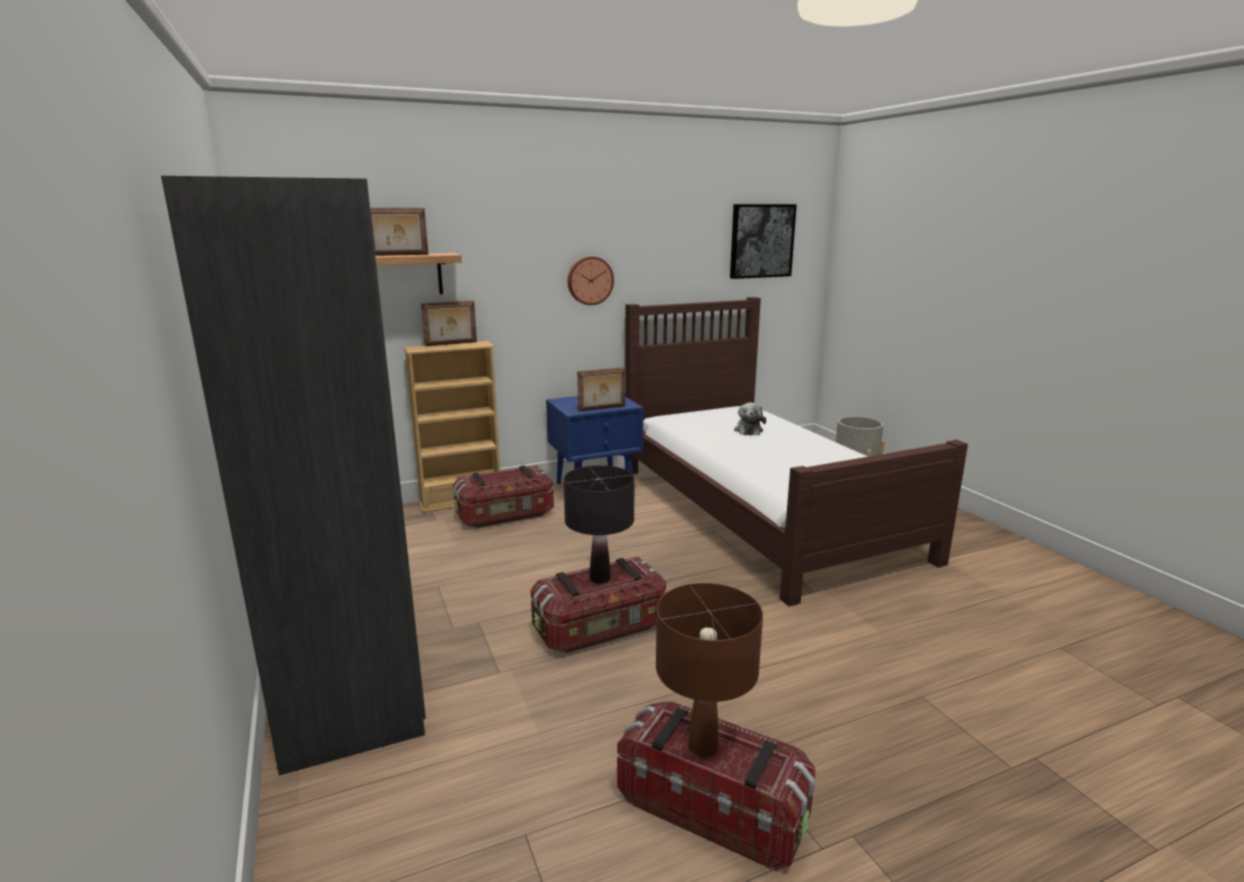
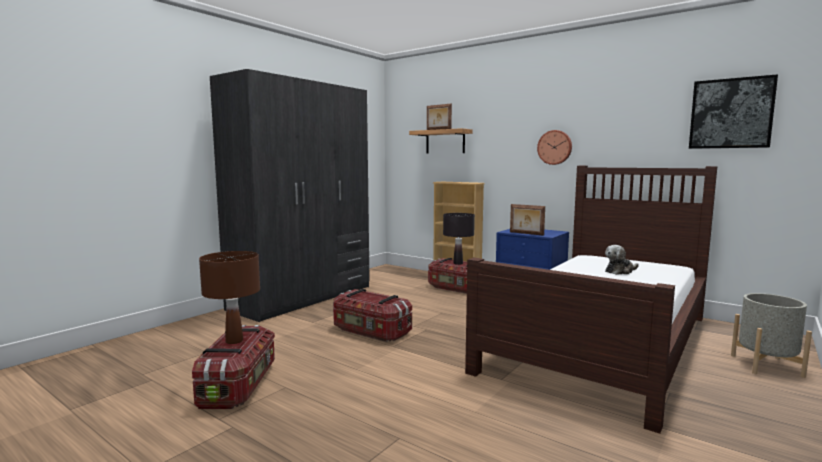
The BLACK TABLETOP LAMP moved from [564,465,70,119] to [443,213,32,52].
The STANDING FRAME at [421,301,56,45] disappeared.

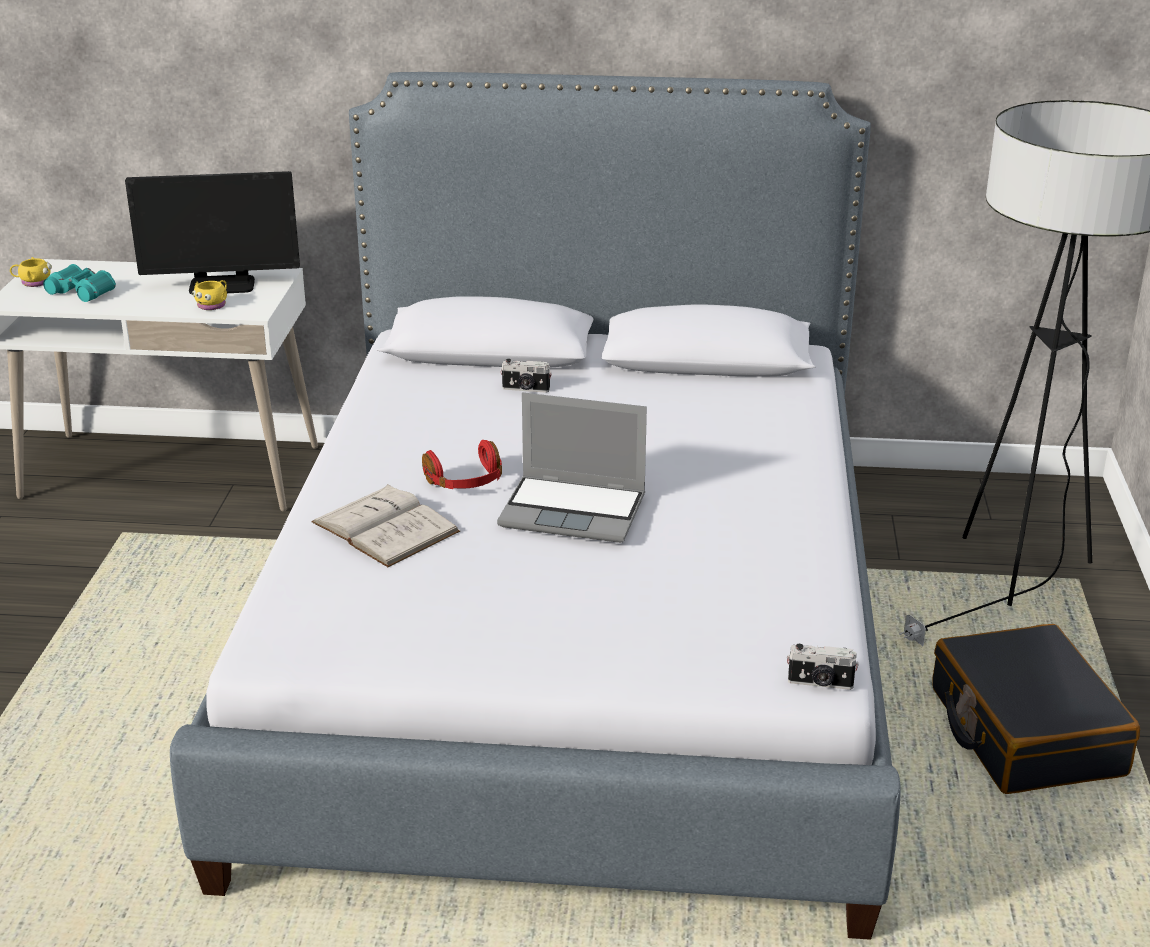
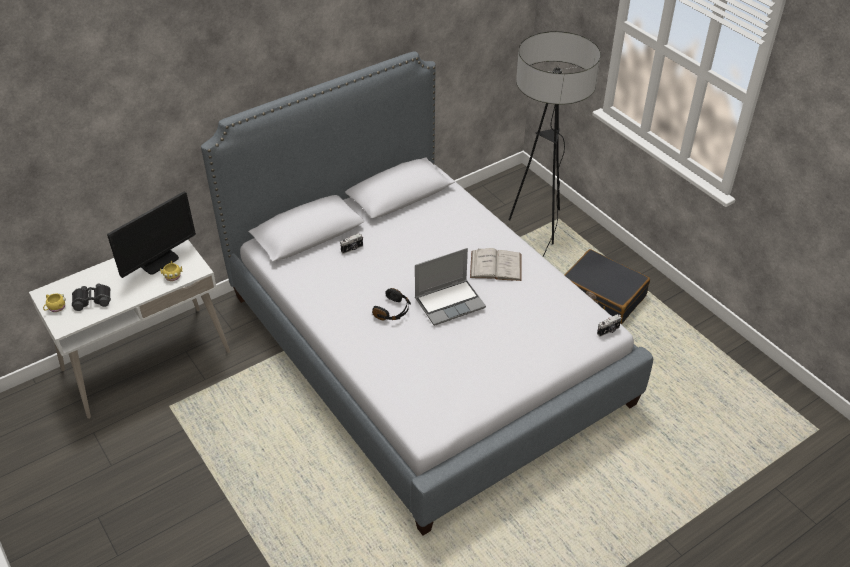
The TURQUOISE-COLOURED BINOCULARS at [43,264,73,38] became the BLACK BINOCULARS at [72,284,39,27].
The RED HEADSET at [422,440,80,49] became the BLACK HEADSET at [372,288,39,32].
The WHITISH BOOK moved from [311,484,149,83] to [470,248,51,33].

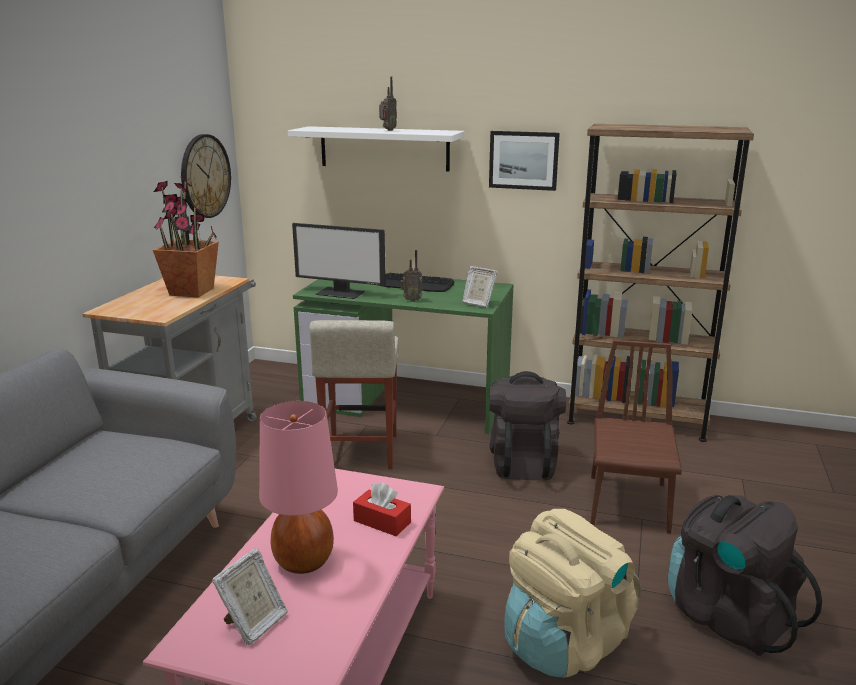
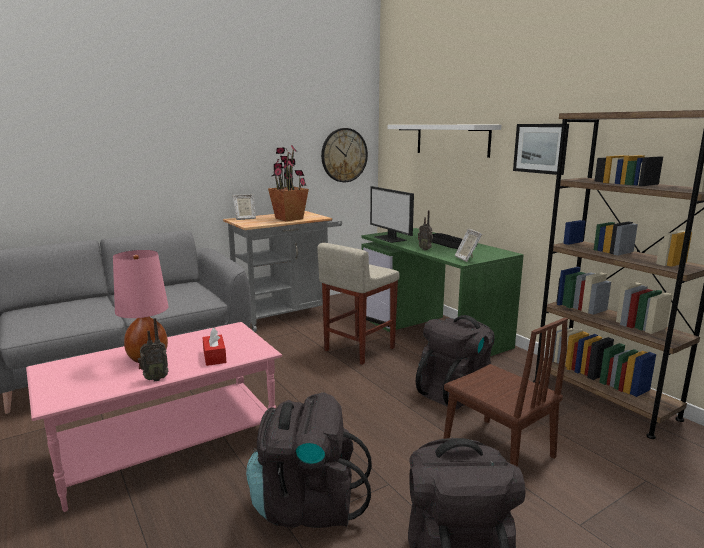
The RADIO moved from [379,77,18,54] to [138,318,30,64].
The STANDING FRAME moved from [212,548,76,97] to [232,194,24,26].
The BEIGE-COLOURED BACKPACK at [504,509,137,169] became the BLACK BACKPACK at [246,392,126,136].
The BROWN-COLOURED UPRIGHT CHAIR at [590,340,92,194] turned 90 degrees clockwise.

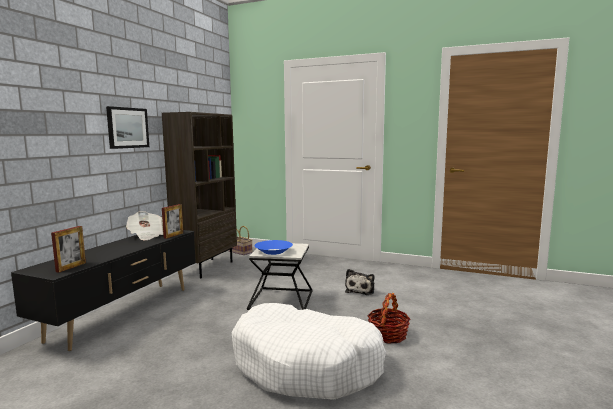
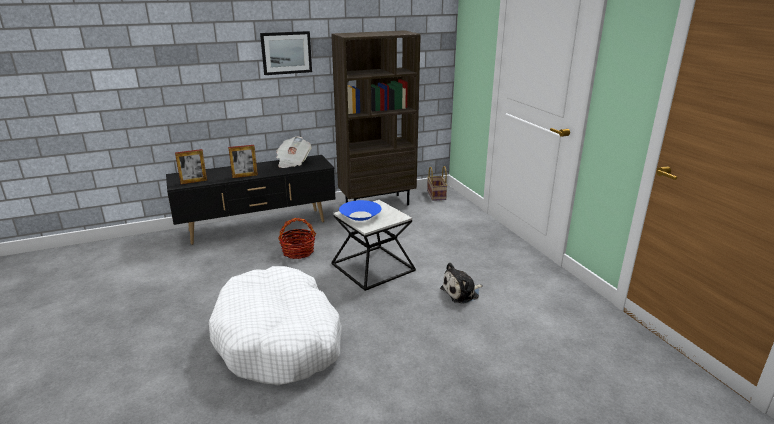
The STANDING FRAME moved from [162,204,21,35] to [228,145,30,33].
The HOUSEHOLD BASKET moved from [367,293,44,50] to [278,218,38,41].

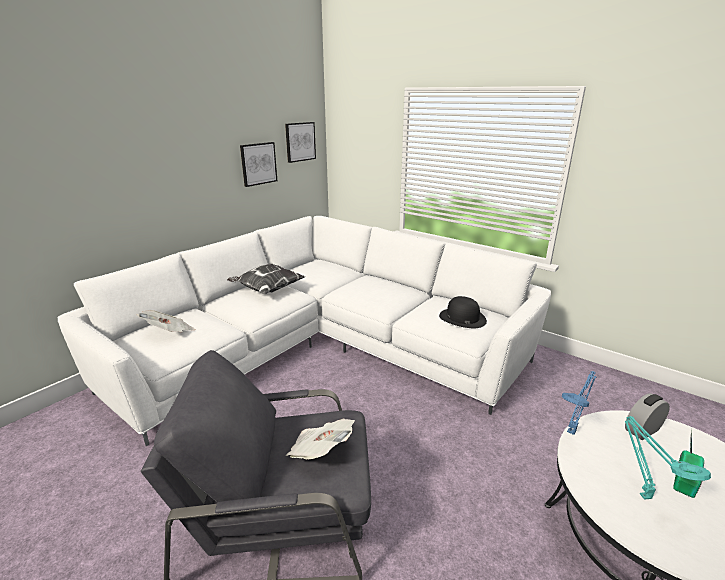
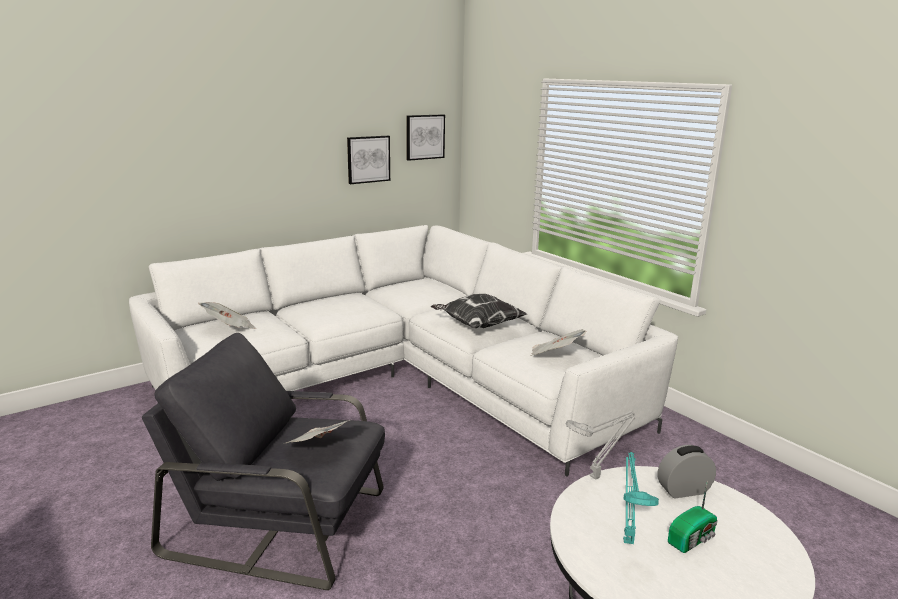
The CUSHION moved from [227,264,78,30] to [431,294,96,34].
The BLACK CLOTHING HAT at [439,296,48,32] was replaced by the PRINTED PAPER at [531,329,55,27].
The BLUE TABLETOP LAMP at [562,371,34,64] became the GRAY TABLETOP LAMP at [565,411,71,69].

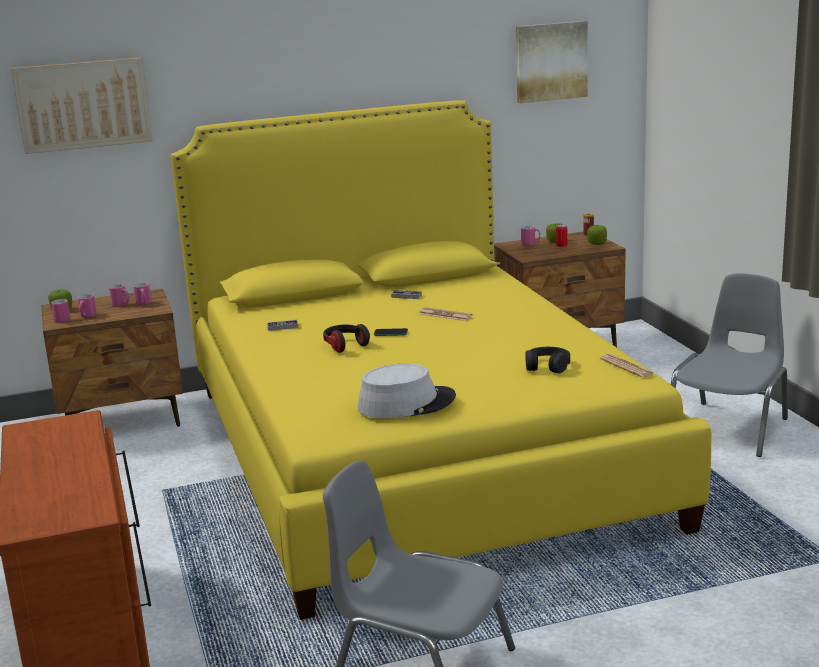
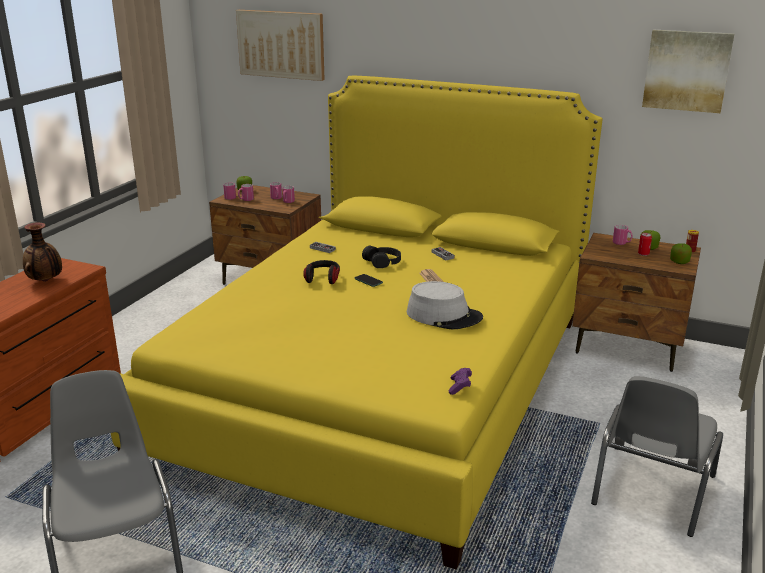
The VASE at [23,223,39,59] appeared.
The BLACK HEADSET moved from [525,347,45,26] to [362,246,39,22].
The GRAY CLOTHING HAT moved from [358,364,98,54] to [407,281,76,49].
The PRINTED PAPER at [600,354,55,24] was replaced by the PURPLE-COLOURED JOYPAD at [449,368,23,27].
The GRAY UPRIGHT CHAIR at [671,273,117,184] turned 135 degrees clockwise.

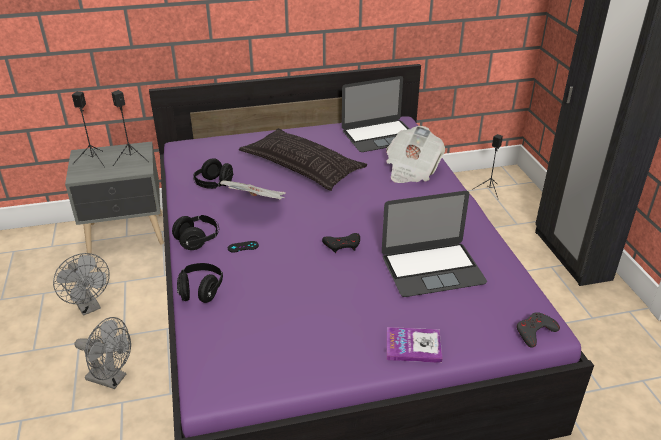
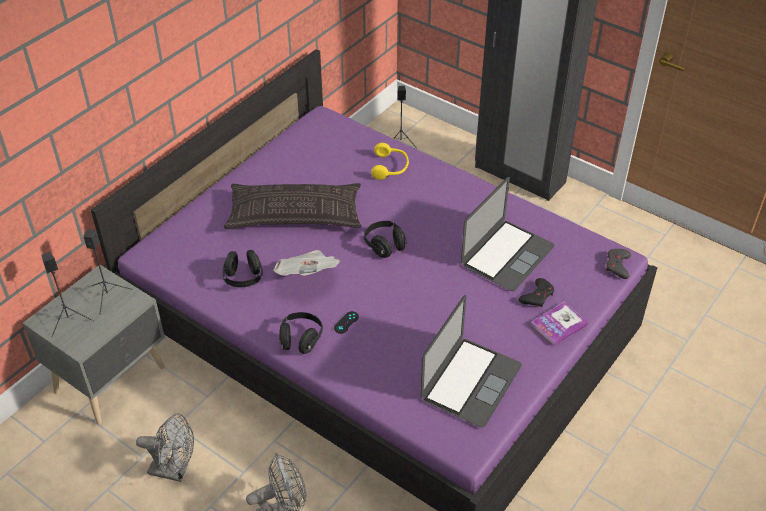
The BLACK HEADSET moved from [177,263,46,40] to [364,221,43,37].
The PRINTED PAPER at [386,126,59,57] was replaced by the YELLOW HEADSET at [371,143,38,37].
The PORTABLE COMPUTER moved from [342,76,67,76] to [420,295,102,132].
The BLACK JOYPAD moved from [322,233,38,20] to [519,278,35,29].

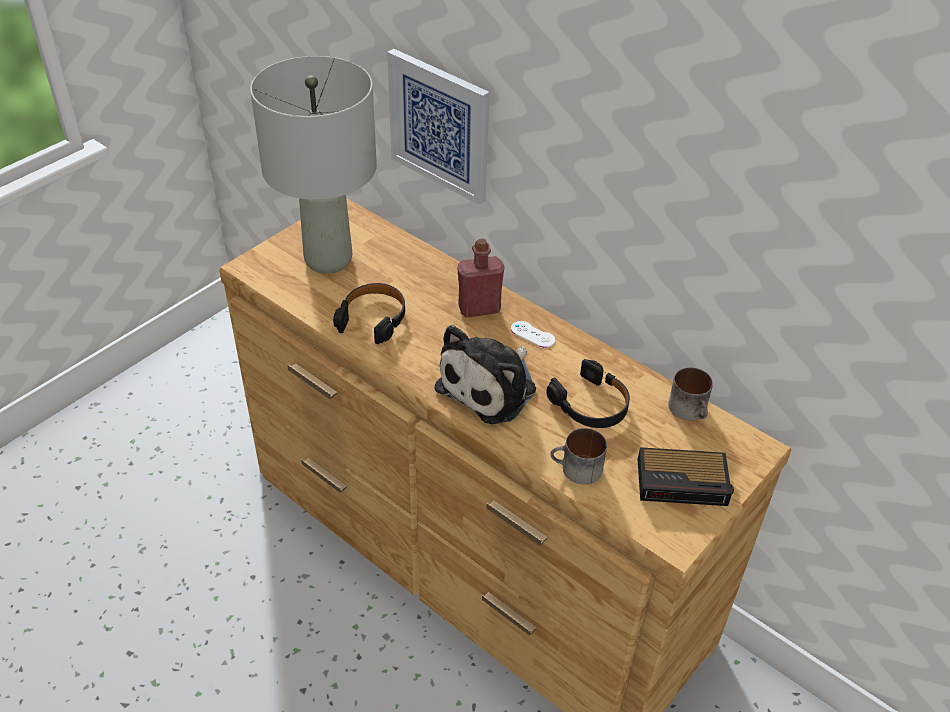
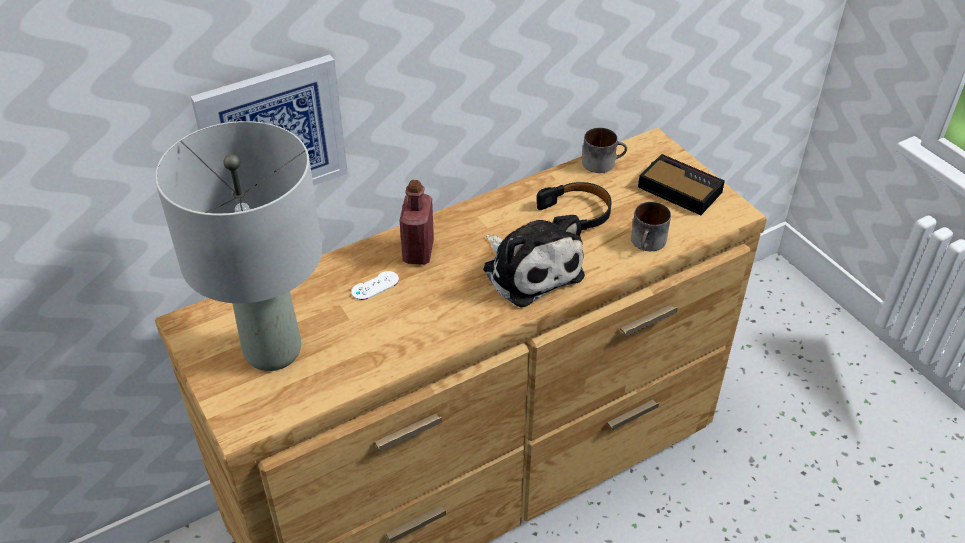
The WHITISH JOYPAD moved from [511,321,44,27] to [351,271,48,29].
The TABLE CLOCK at [638,447,96,59] turned 75 degrees counterclockwise.
The BLACK HEADSET at [333,283,72,61] disappeared.

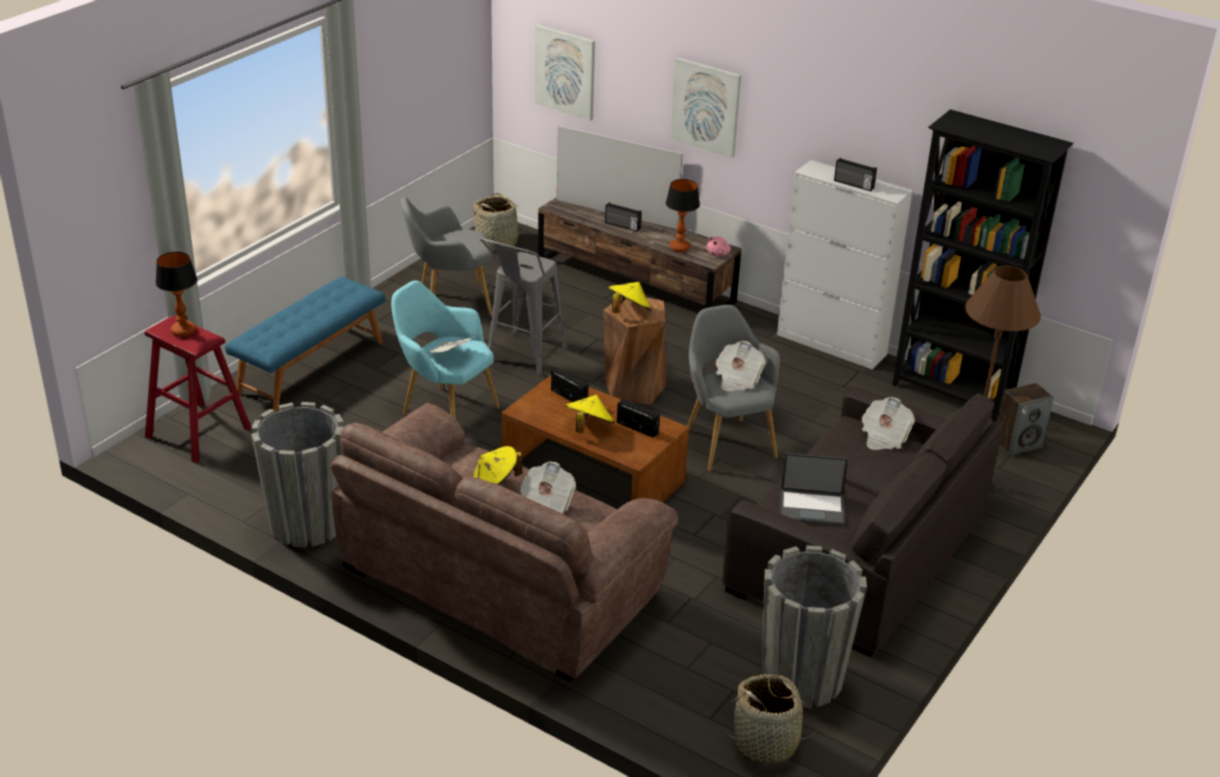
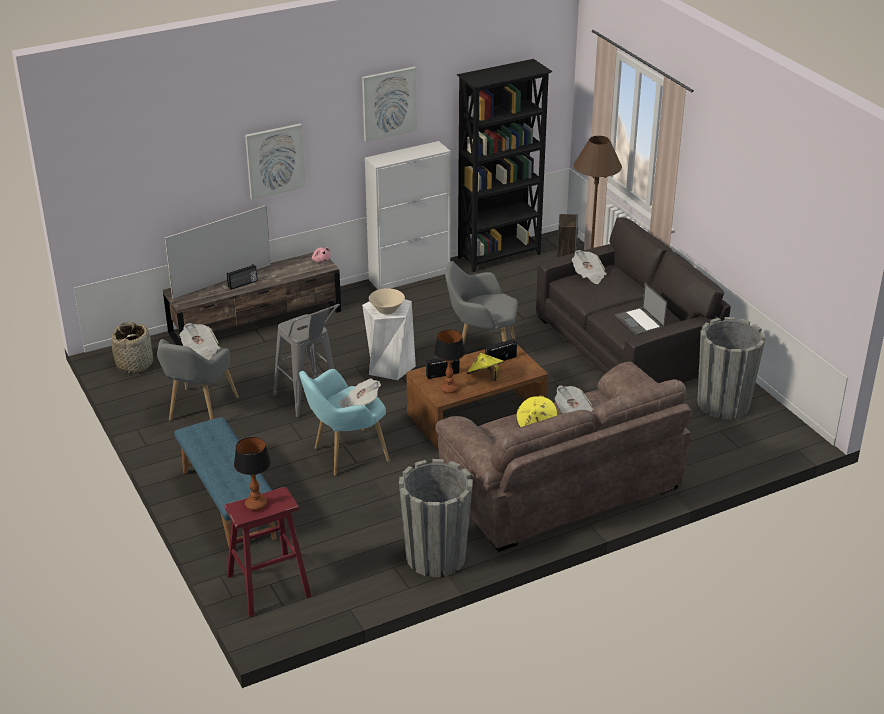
The PRINTED PAPER moved from [715,341,50,50] to [179,323,41,37].
The WALL ART moved from [534,25,61,96] to [362,67,55,75].
The BROWN-COLOURED SITTING STOOL at [604,296,62,109] became the WHITISH SITTING STOOL at [362,299,54,81].
The YELLOW CLOTHING HAT at [608,282,44,31] was replaced by the BEIGE-COLOURED SERVING BOWL at [369,288,36,26].
The TABLETOP LAMP moved from [666,179,34,73] to [434,330,31,64].
The PORTABLE COMPUTER at [780,453,68,73] turned 120 degrees clockwise.
The HOUSEHOLD BASKET at [725,674,93,90] disappeared.
The RADIO at [834,158,43,33] disappeared.

